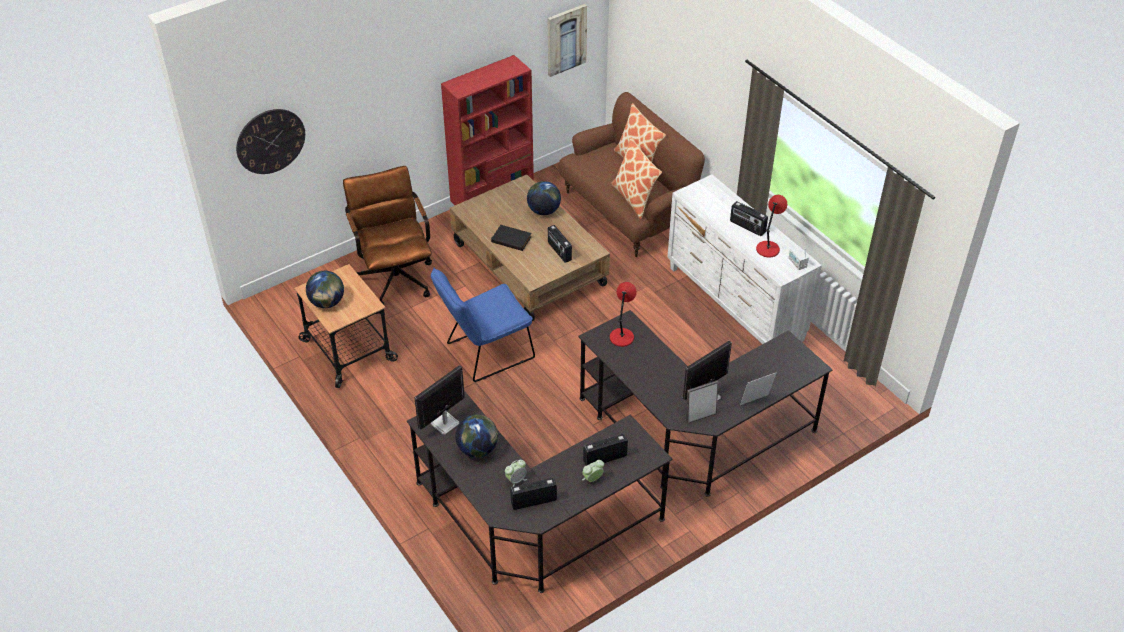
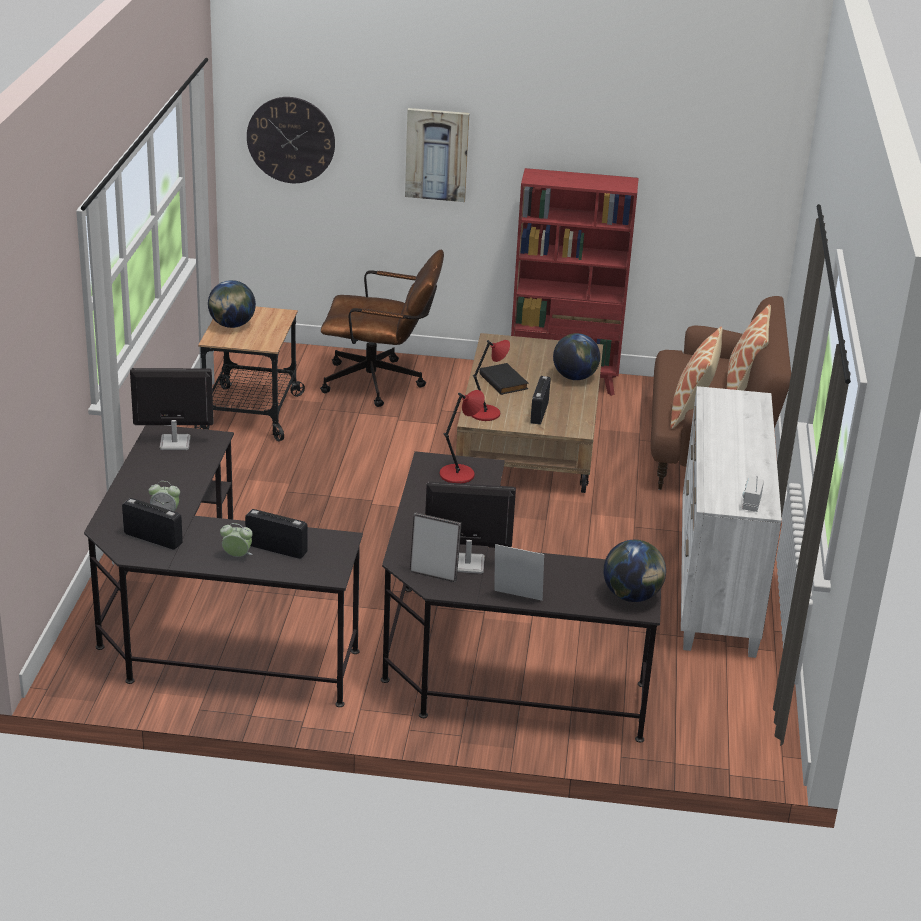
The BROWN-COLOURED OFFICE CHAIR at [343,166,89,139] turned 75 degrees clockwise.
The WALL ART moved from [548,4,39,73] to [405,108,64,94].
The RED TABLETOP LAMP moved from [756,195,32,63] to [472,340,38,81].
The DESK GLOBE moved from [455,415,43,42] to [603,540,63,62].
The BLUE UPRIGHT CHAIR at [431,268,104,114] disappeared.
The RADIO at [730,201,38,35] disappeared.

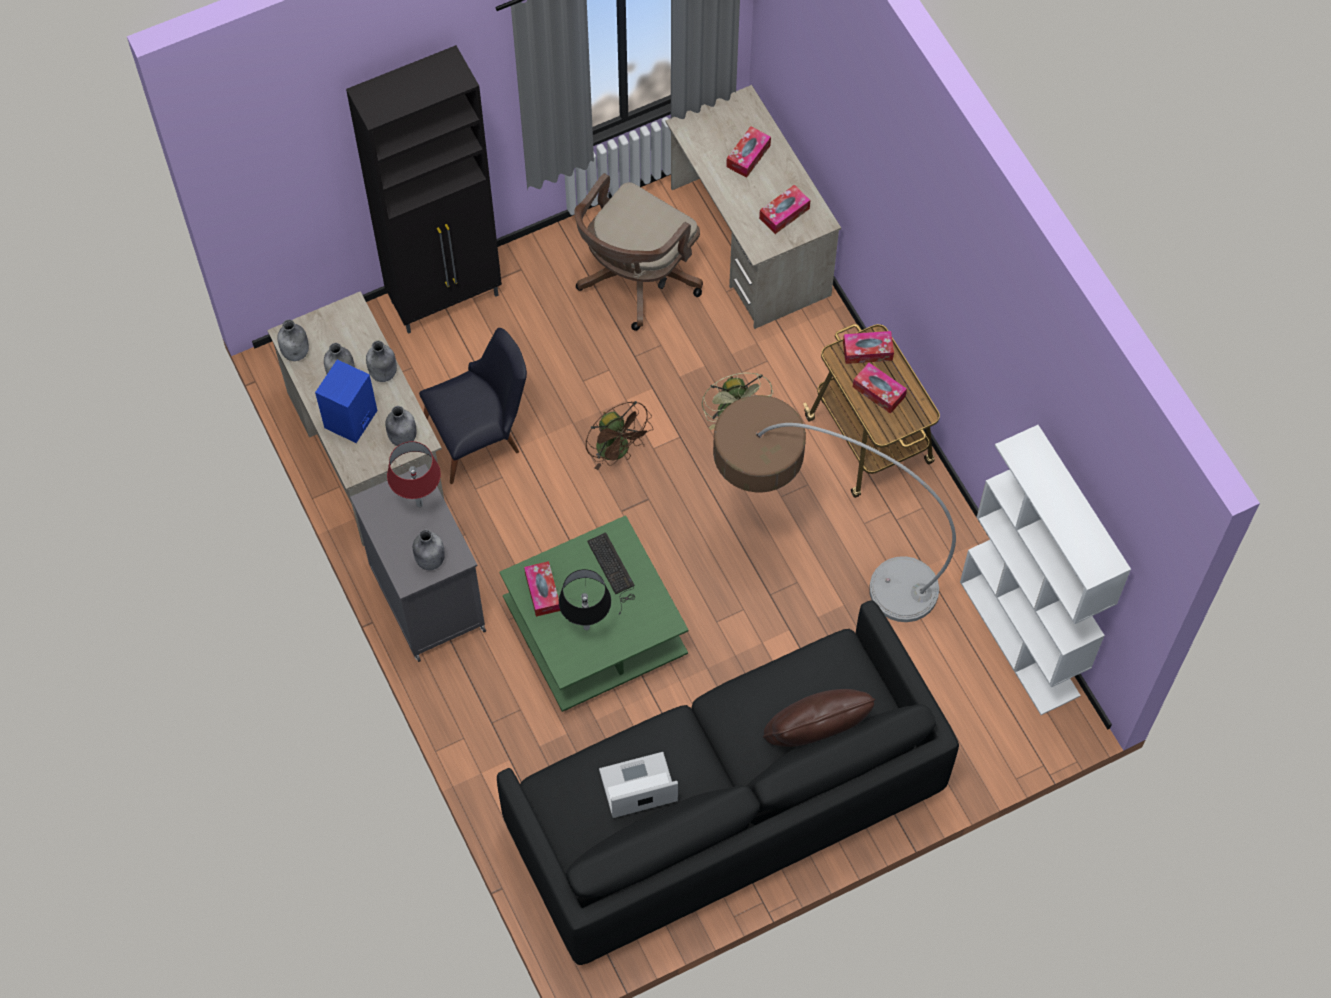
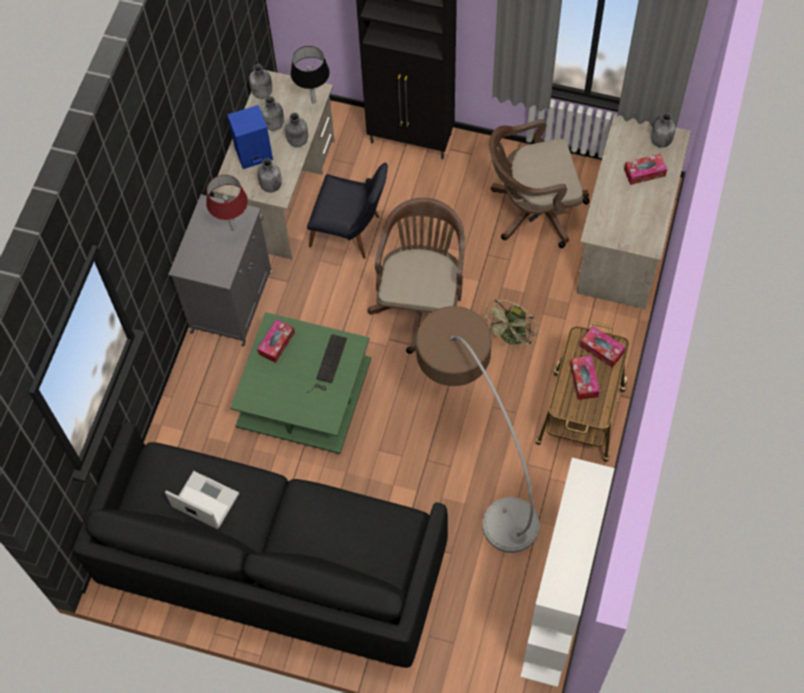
The BLACK TABLETOP LAMP moved from [559,569,52,61] to [291,46,39,58].
The BROWN-COLOURED FAN at [586,401,67,69] was replaced by the BROWN-COLOURED OFFICE CHAIR at [368,198,97,156].
The GRAY BEVERAGE BOTTLE moved from [413,530,32,40] to [651,113,25,35].
The BOX OF TISSUES at [759,185,51,49] disappeared.
The BROWN-COLOURED CUSHION at [763,689,112,58] disappeared.

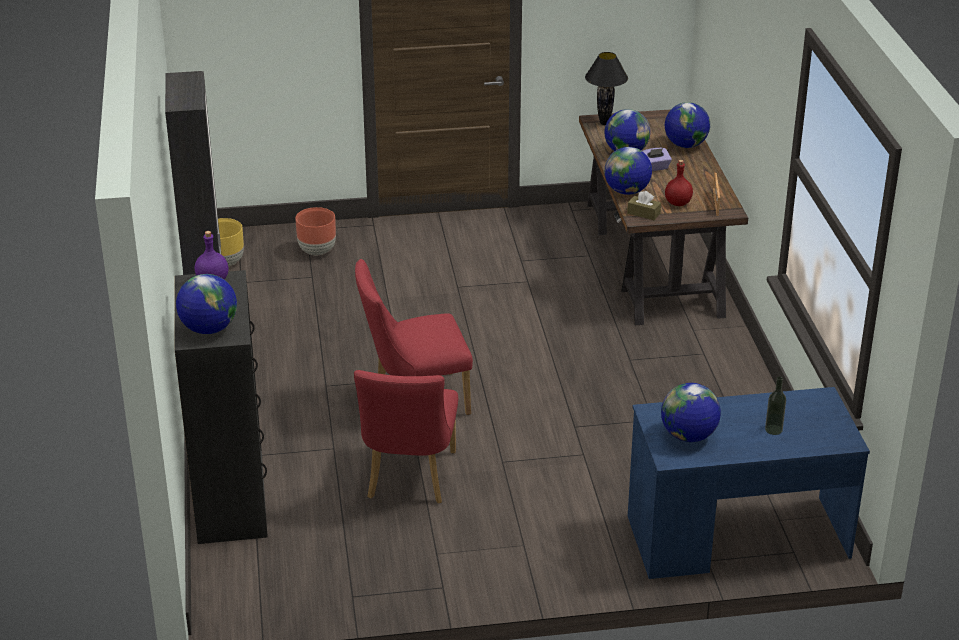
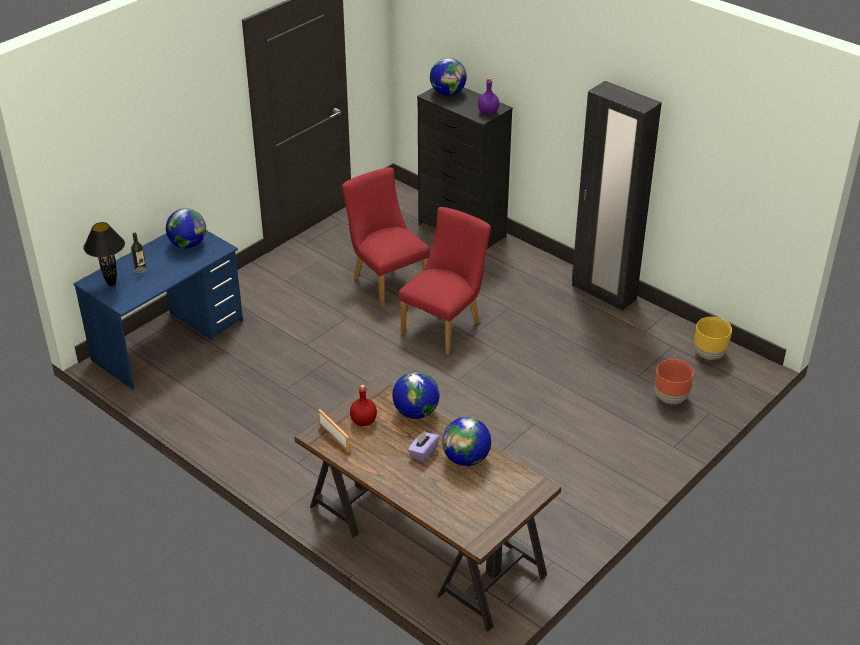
The BLACK TABLETOP LAMP moved from [585,52,43,73] to [84,222,41,64].
The BROWN-COLOURED BOX OF TISSUES at [627,191,34,29] disappeared.
The DESK GLOBE at [665,102,45,46] disappeared.

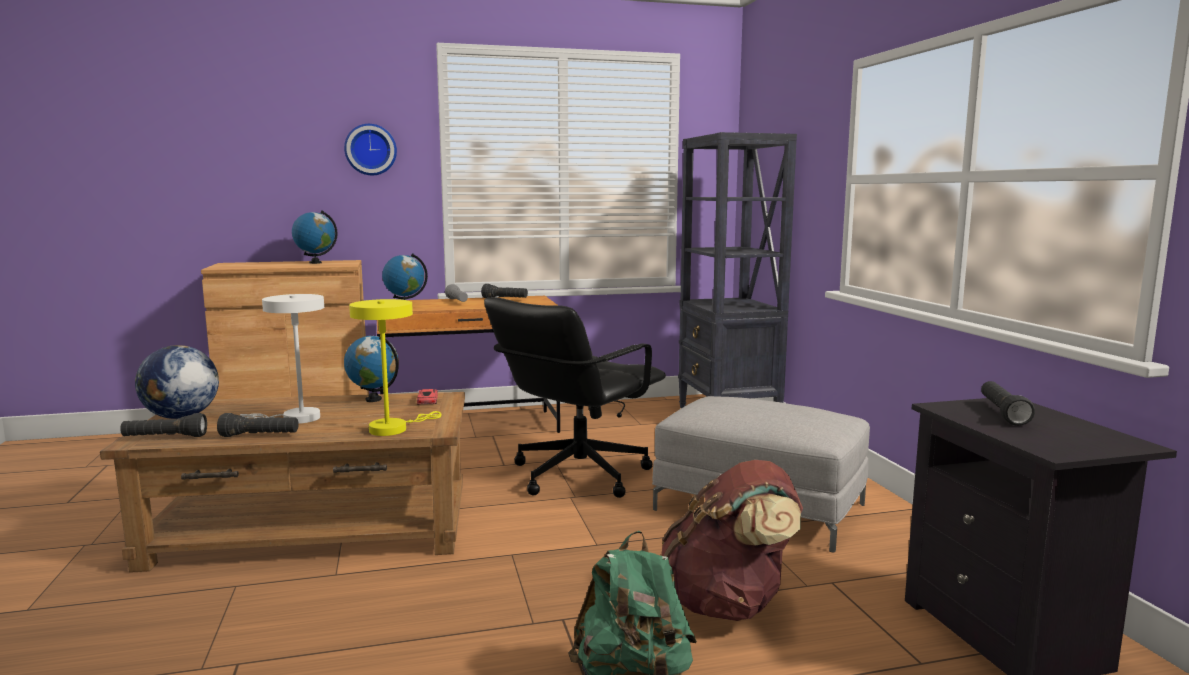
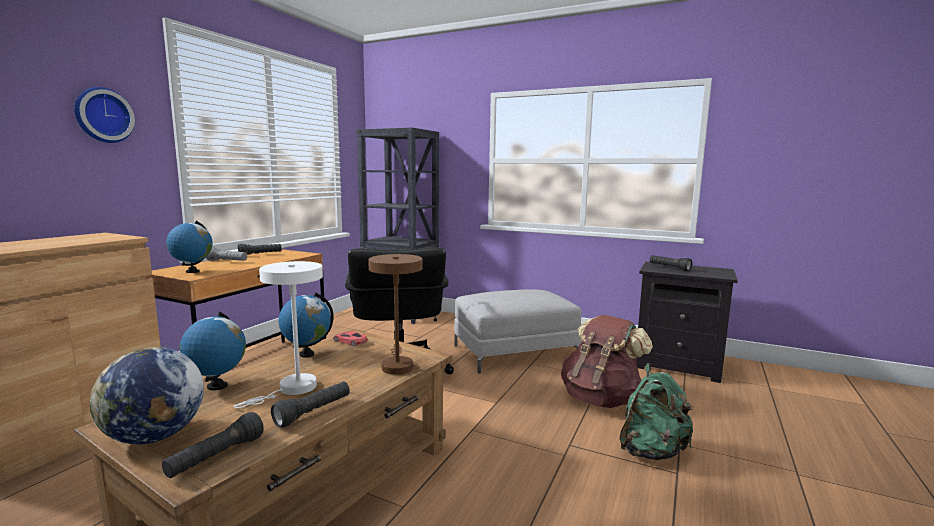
The DESK GLOBE moved from [292,210,46,54] to [179,312,67,78].
The YELLOW TABLETOP LAMP at [349,299,93,137] became the BROWN-COLOURED TABLETOP LAMP at [368,254,55,121].

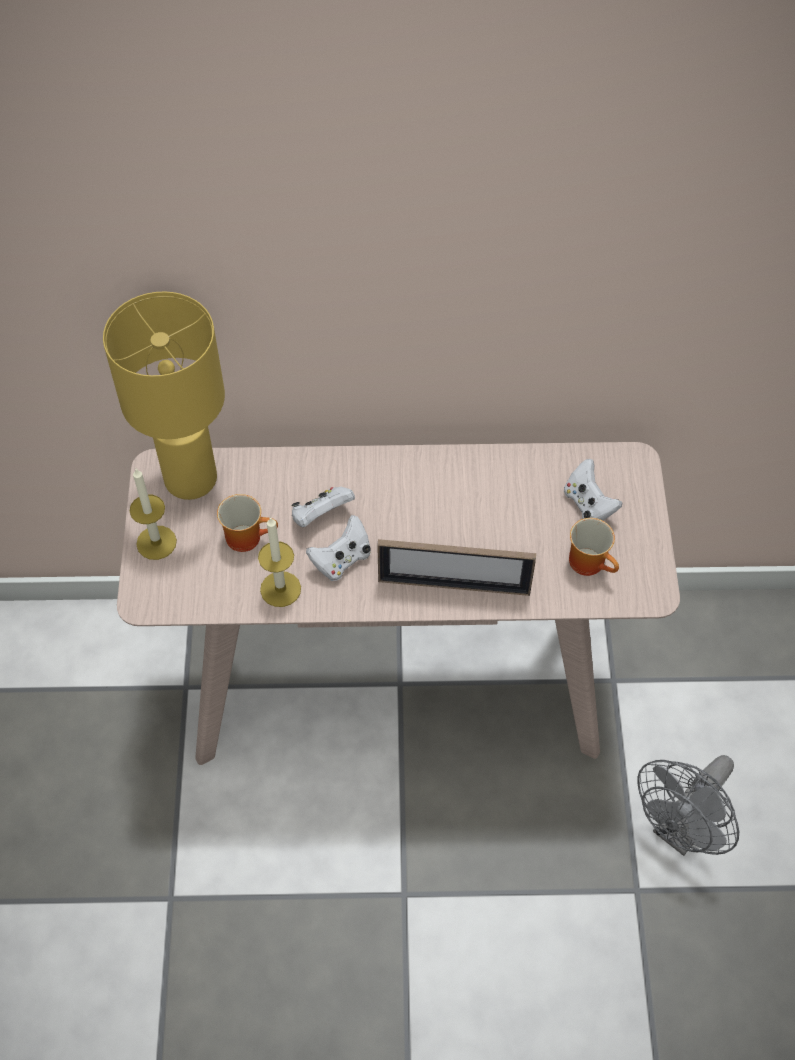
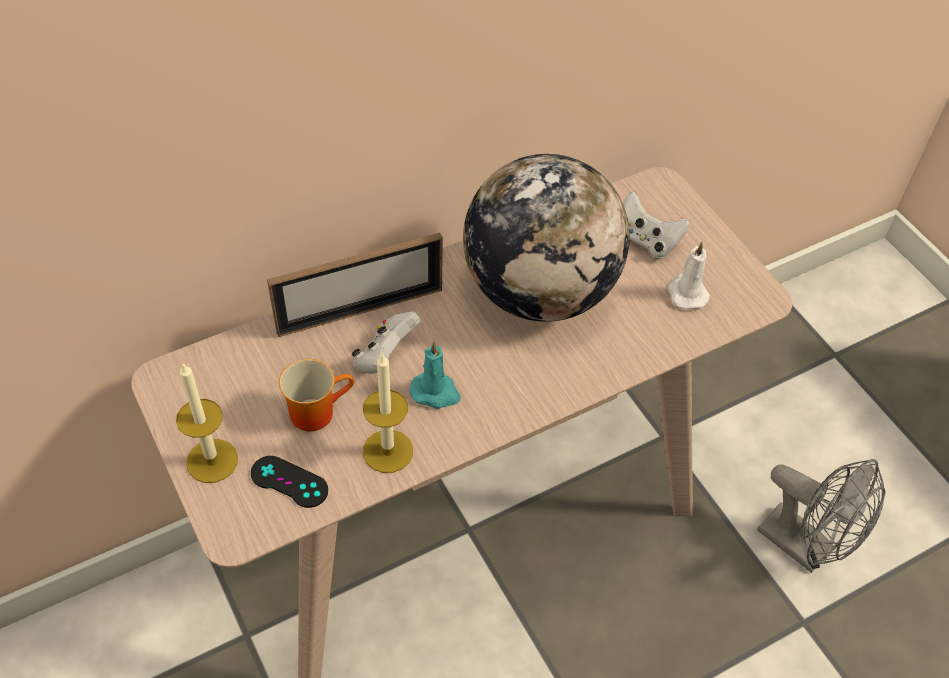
The BLACK JOYPAD at [251,456,77,52] appeared.
The STANDING FRAME moved from [377,539,159,57] to [267,233,176,104].
The WHITISH JOYPAD at [306,515,65,66] was replaced by the TURQUOISE-COLOURED CANDLE at [410,341,51,68].
The DESK GLOBE at [463,154,167,168] appeared.
The MUG at [569,518,50,58] was replaced by the WHITISH CANDLE at [668,242,42,68].
The GRAY FAN at [637,755,102,101] turned 60 degrees counterclockwise.
The YELLOW TABLETOP LAMP at [103,291,122,209] disappeared.

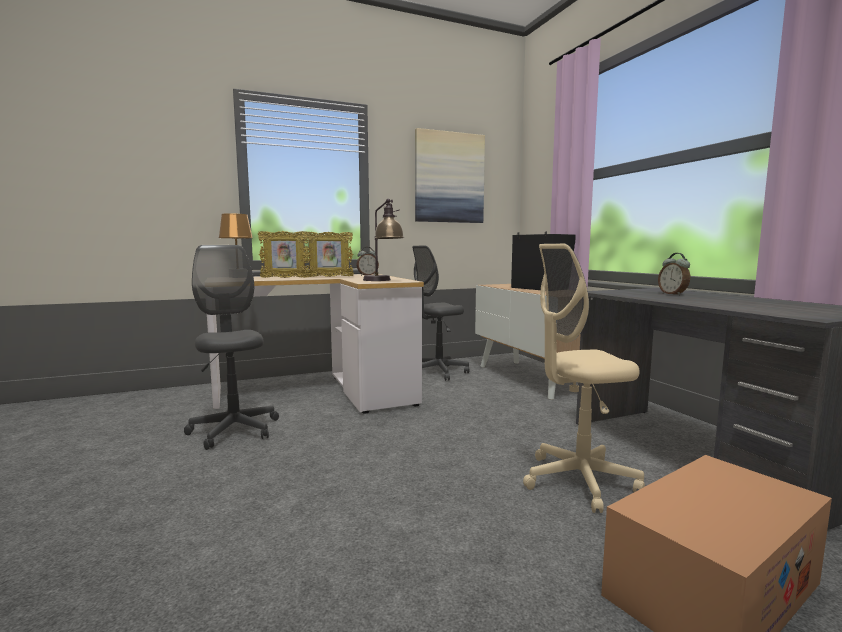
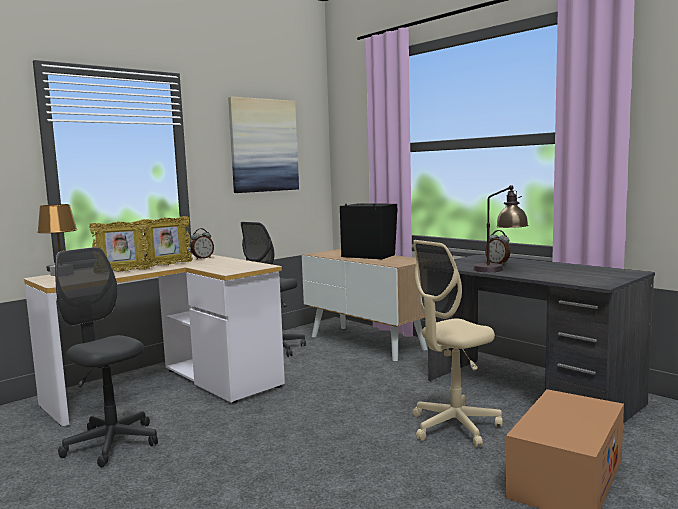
The TABLETOP LAMP moved from [363,199,41,82] to [473,185,56,87].

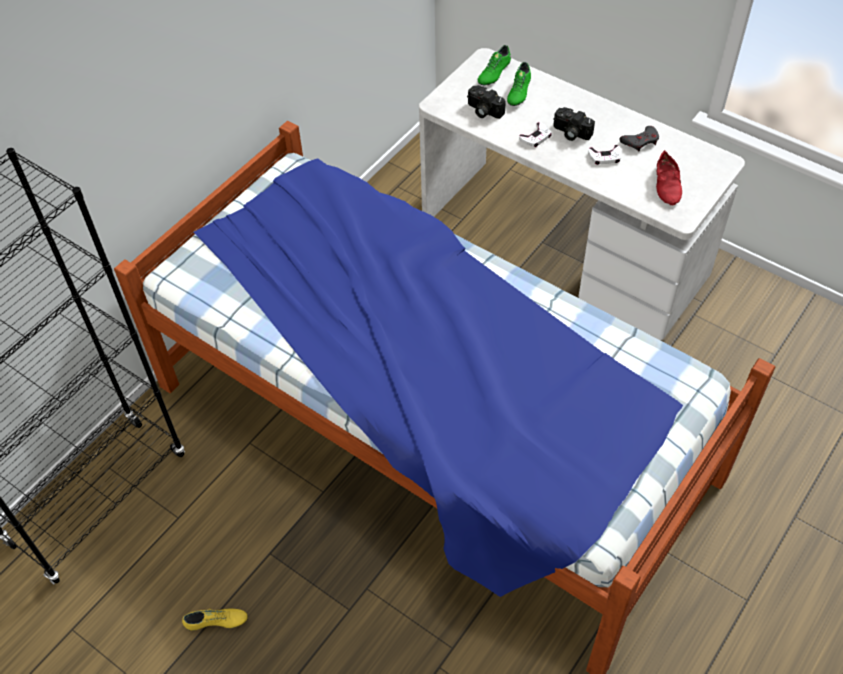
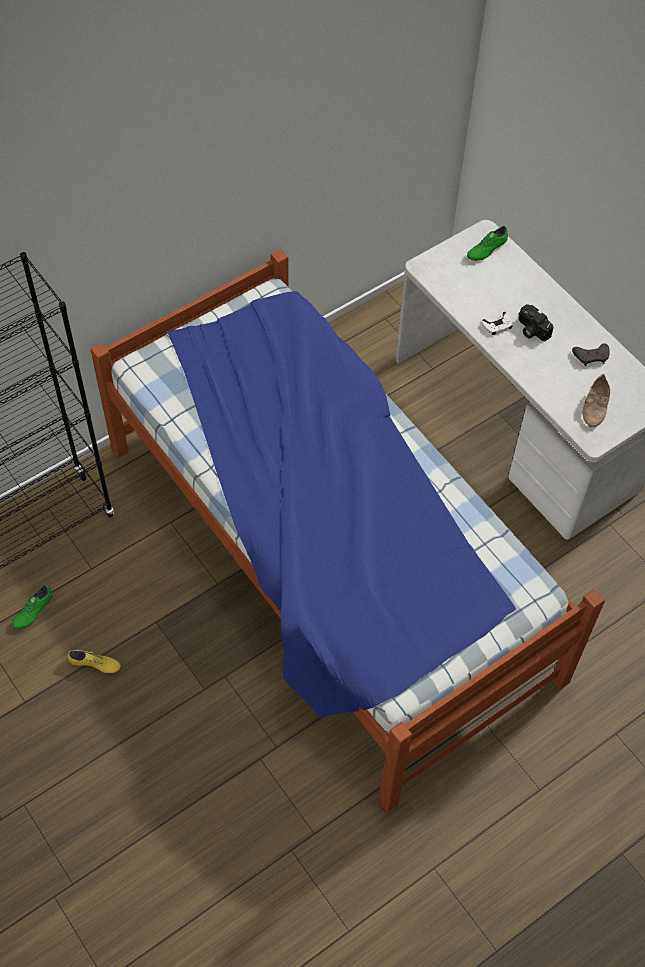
The GREENISH SHOE moved from [507,62,24,44] to [12,585,41,44].
The RED SHOE at [656,150,26,55] became the BEIGE-COLOURED SHOE at [582,374,28,53].
The STILL CAMERA at [467,85,39,34] disappeared.
The WHITISH JOYPAD at [588,145,33,20] disappeared.

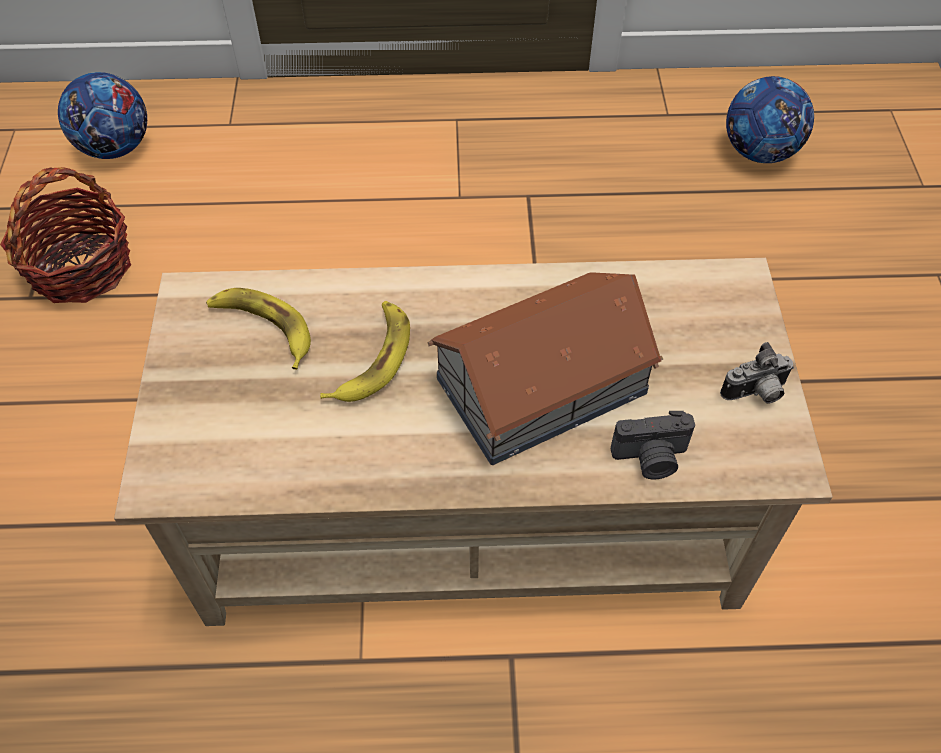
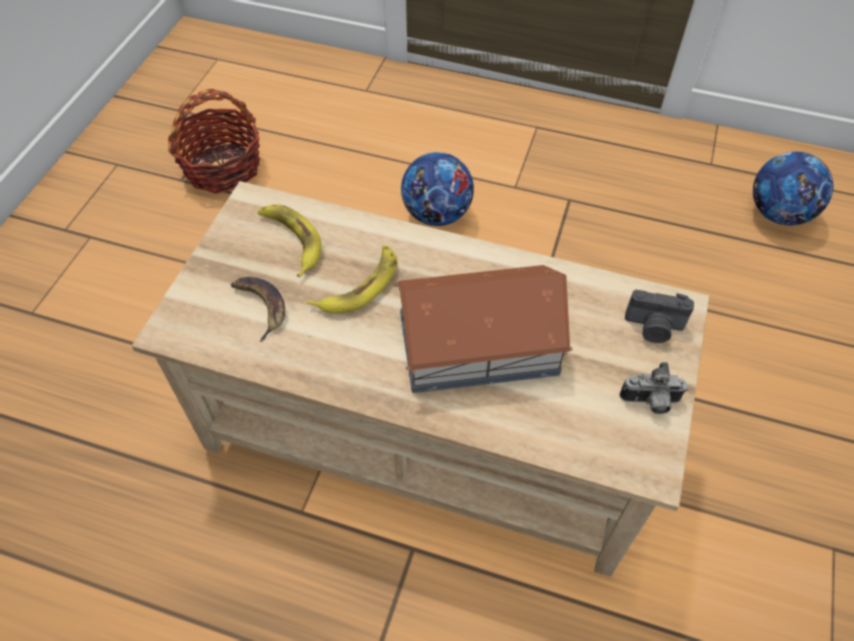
The BANANA FRUIT at [231,277,54,65] appeared.
The FOOTBALL moved from [58,72,89,87] to [401,152,73,74].
The STILL CAMERA moved from [610,411,85,68] to [625,290,69,53].

